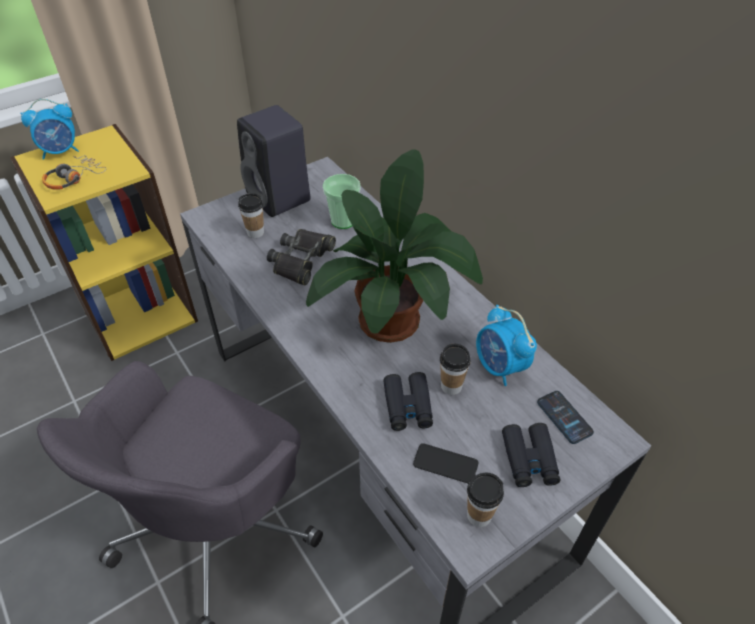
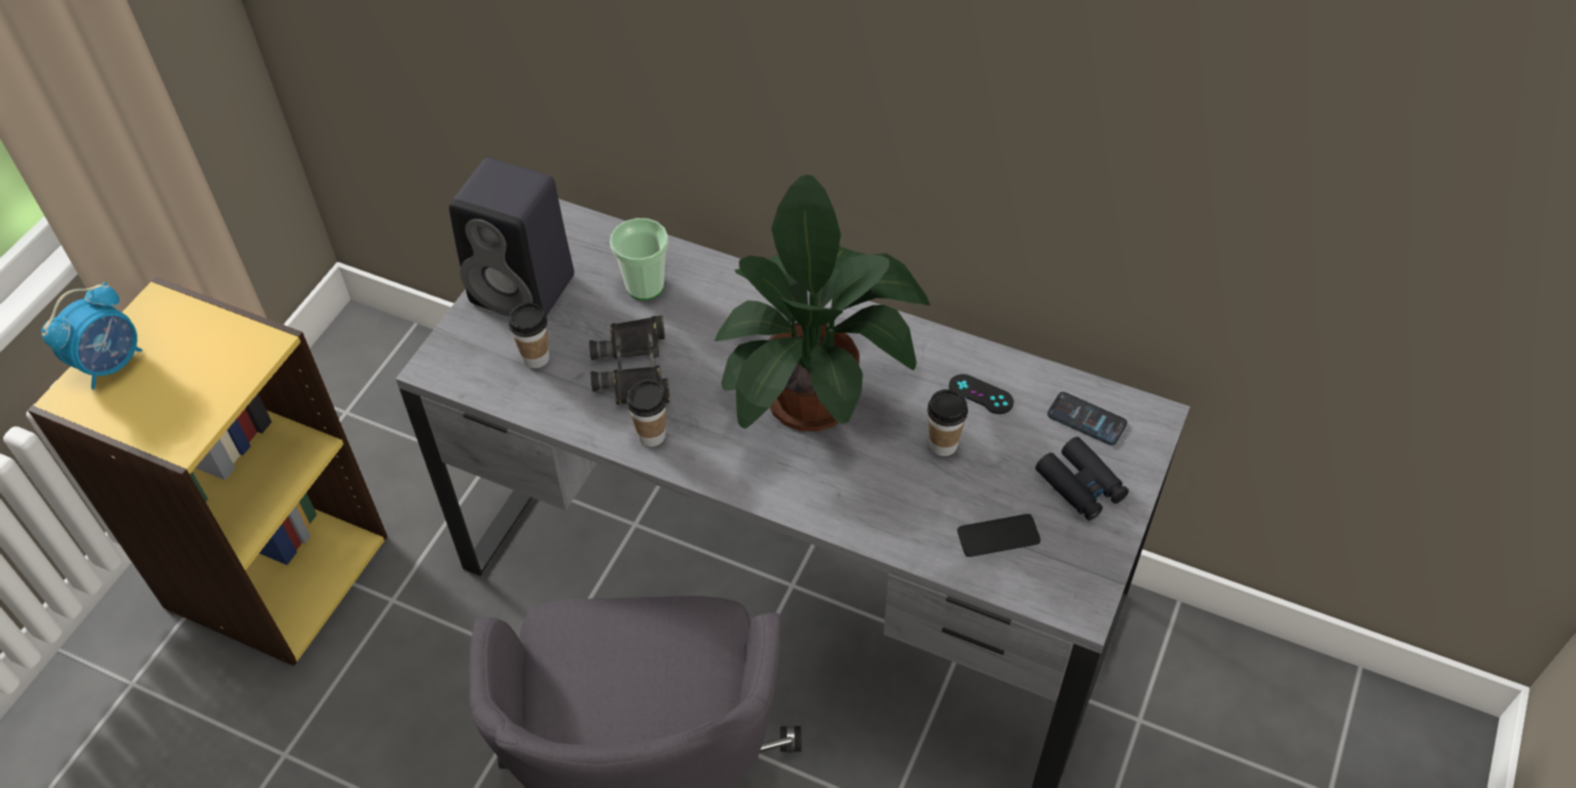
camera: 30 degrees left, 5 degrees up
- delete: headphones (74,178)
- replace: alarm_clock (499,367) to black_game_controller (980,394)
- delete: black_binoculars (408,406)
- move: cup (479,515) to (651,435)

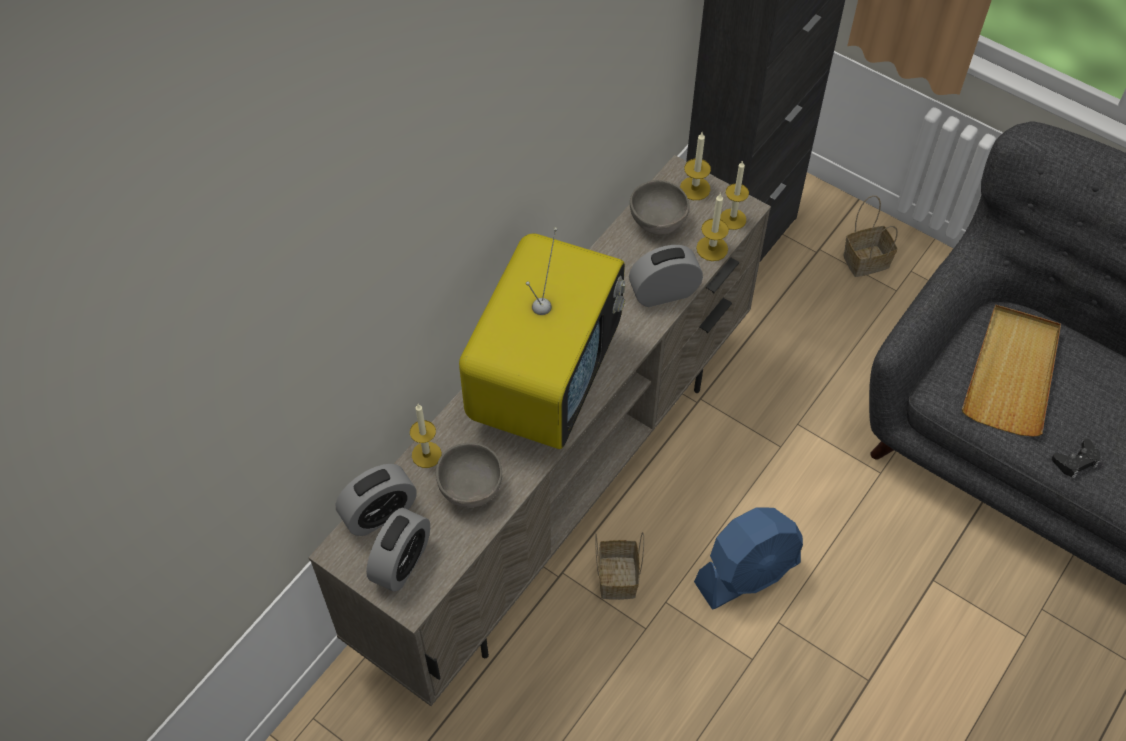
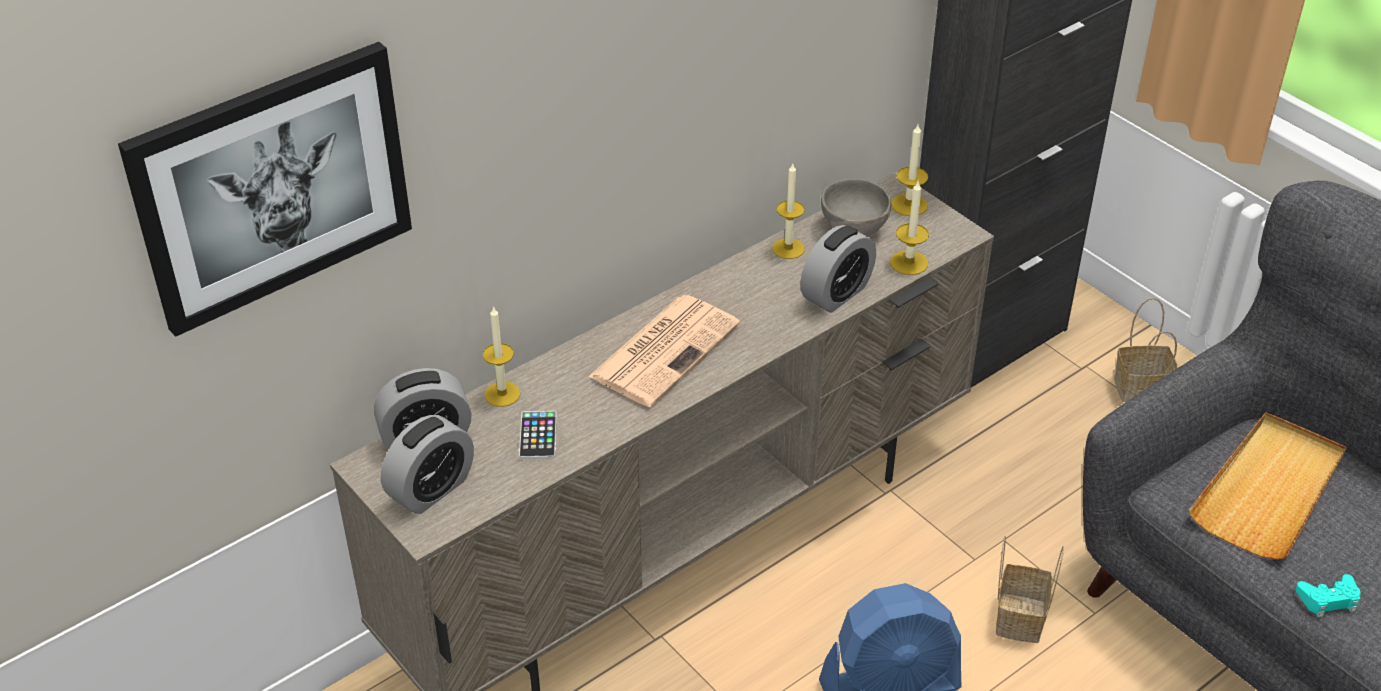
camera: 15 degrees right, 15 degrees down
- move: candle (732,219) to (788,248)
- replace: television (544,379) to newspaper (665,349)
- rotate: alarm_clock (664,292) = (836,294) 135 degrees clockwise
- recolor: black_game_controller (1075,461) to turquoise_game_controller (1328,599)
- replace: grey_bowl (470,489) to phone (538,436)
- move: basket (616,576) to (1019,616)
- insert: picture (272,186)

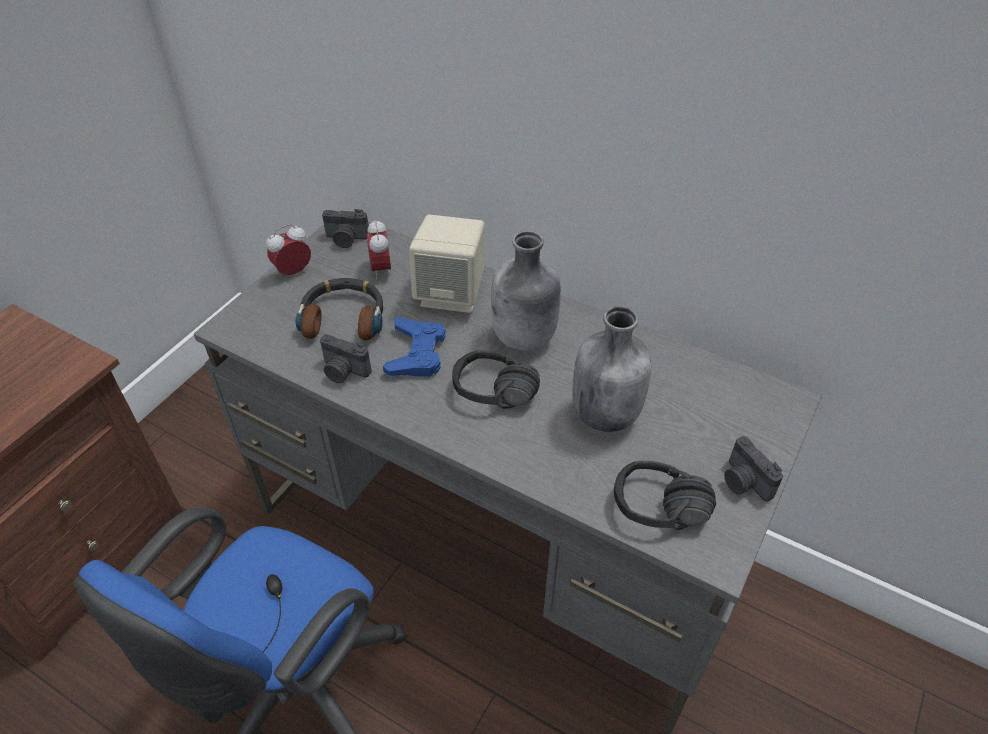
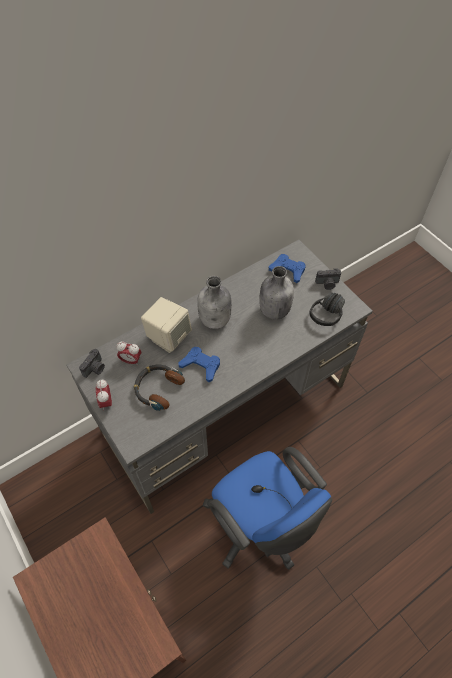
camera: 65 degrees left, 10 degrees up
- delete: photo_camera (343,371)
- delete: black_headphones (491,401)
- insert: blue_game_controller (288,270)

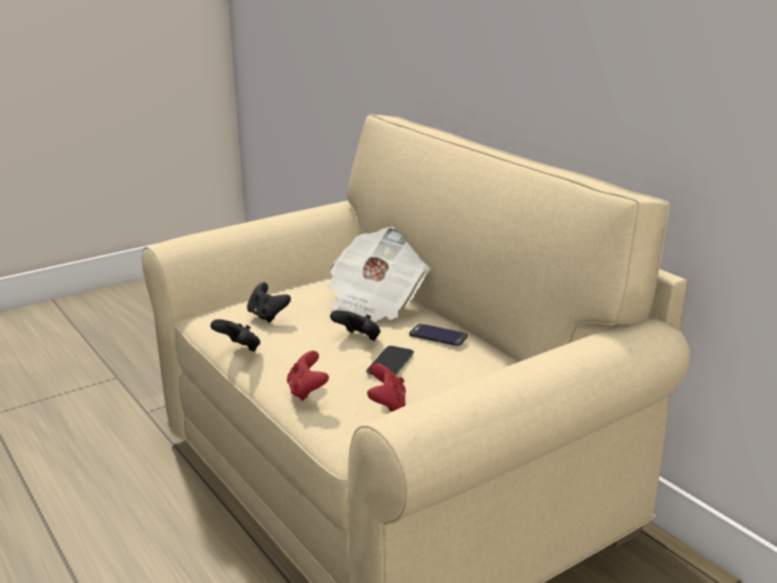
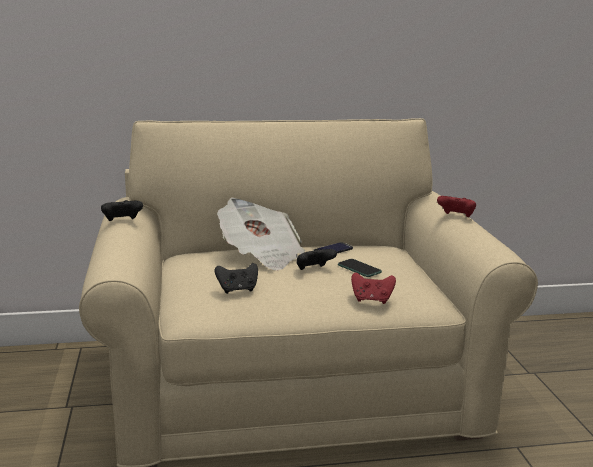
camera: 65 degrees left, 5 degrees down
- move: black_game_controller (239,349) to (122,221)
- move: red_game_controller (387,404) to (456,217)

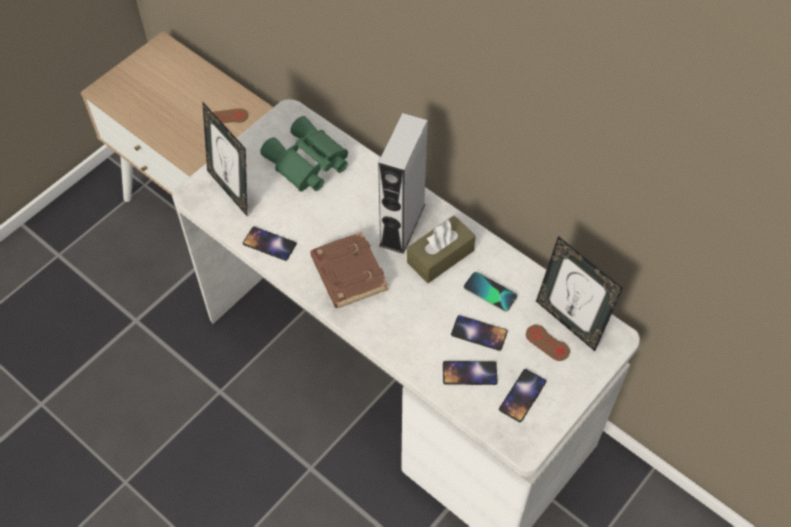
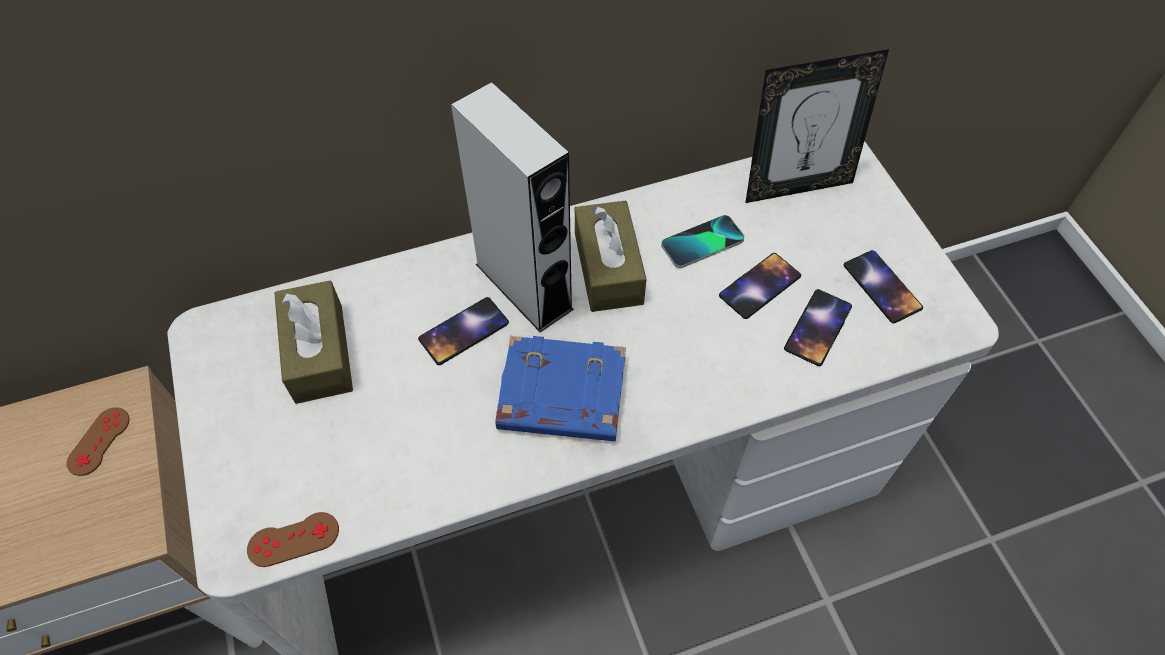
camera: 60 degrees left, 0 degrees up
- delete: picture_frame (232,190)
- replace: green_binoculars (307,163) to brown_tissue_box (319,353)
- move: phone (269,244) to (464,331)
- recolor: brown_book (347,273) to blue_book (560,396)
- move: brown_game_controller (547,343) to (293,539)

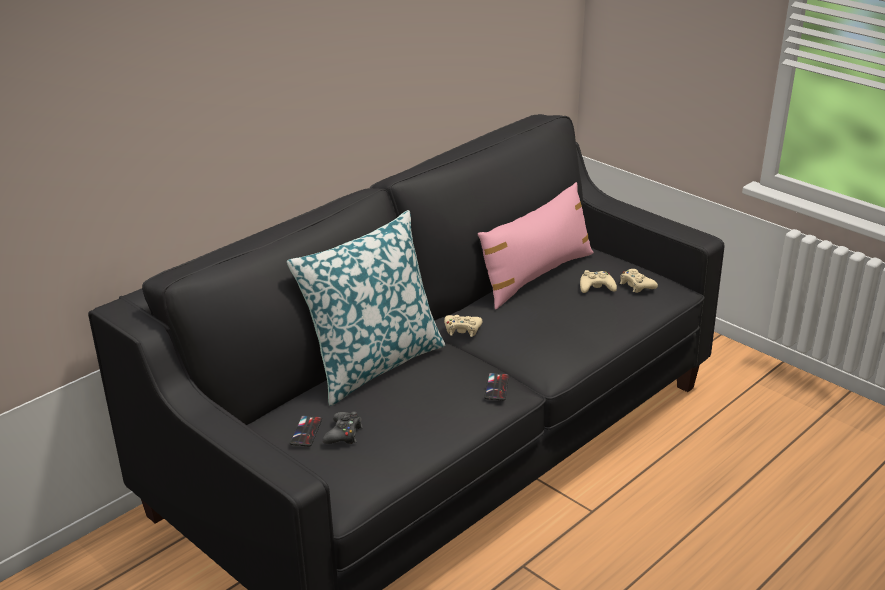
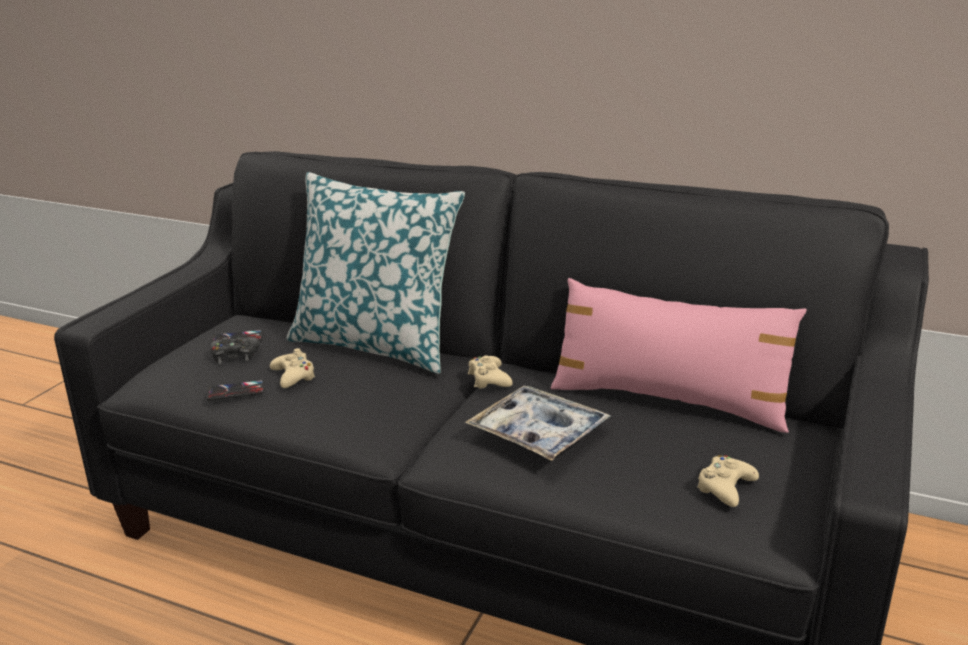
camera: 70 degrees right, 5 degrees down
- move: beige_game_controller (596,287) to (294,376)
- move: phone (496,387) to (235,391)
- insert: tray (538,433)

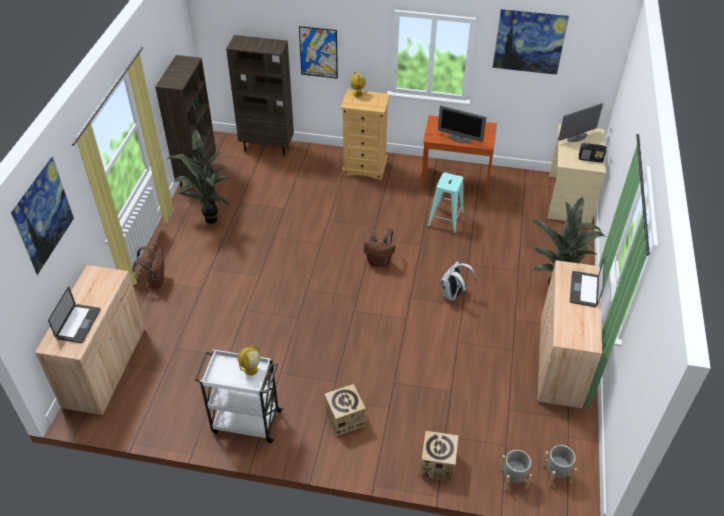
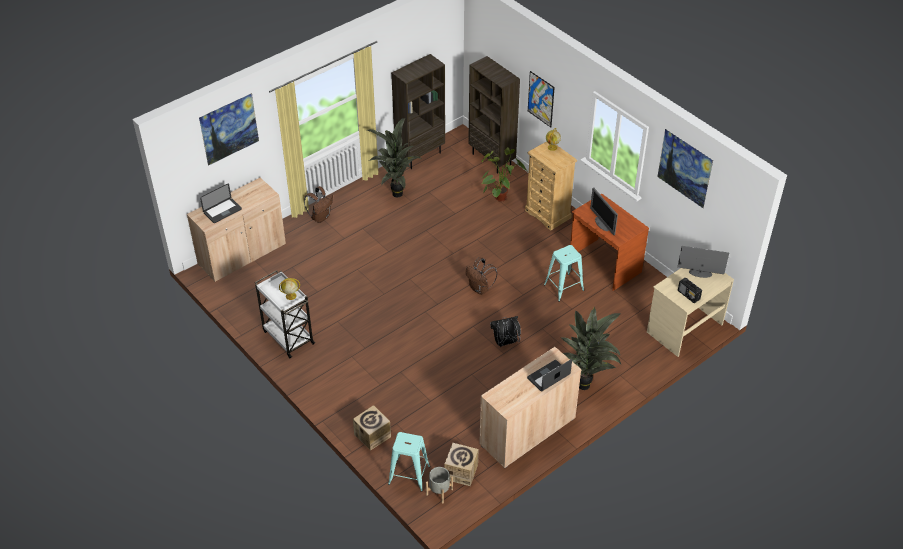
camera: 40 degrees right, 0 degrees up
- recolor: white_backpack (453,295) to black_backpack (505,343)
- move: cardboard_box (345,418) to (461,472)
- replace: grey_planter (513,478) to turquoise_stool (409,475)
- insert: potted_plant (499,194)

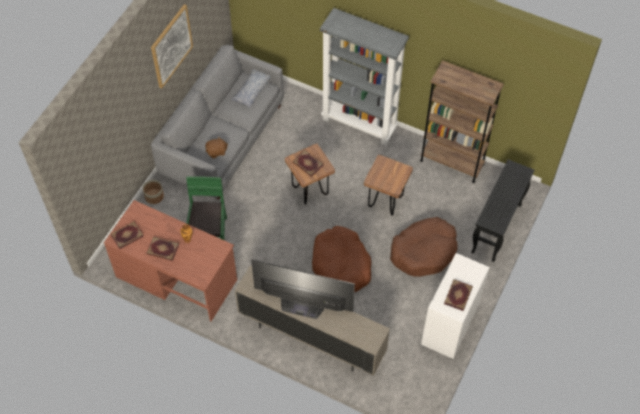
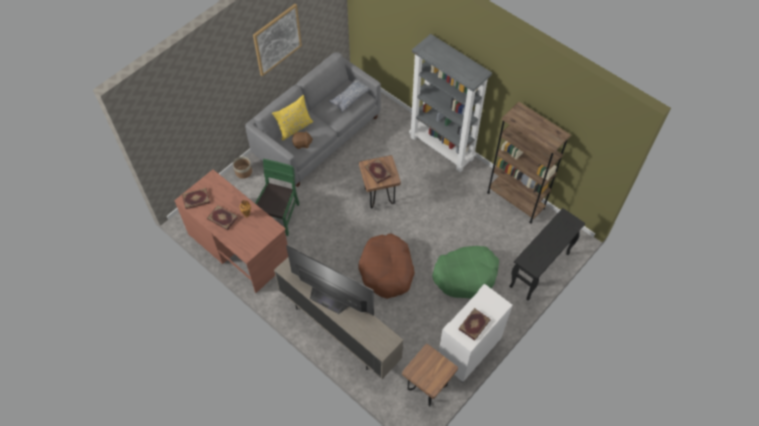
camera: 15 degrees right, 0 degrees up
- move: brown_stool (385,202) to (427,388)
- recolor: brown_dog_bed (423,251) to green_dog_bed (465,275)
- insert: yellow_pillow (294,128)

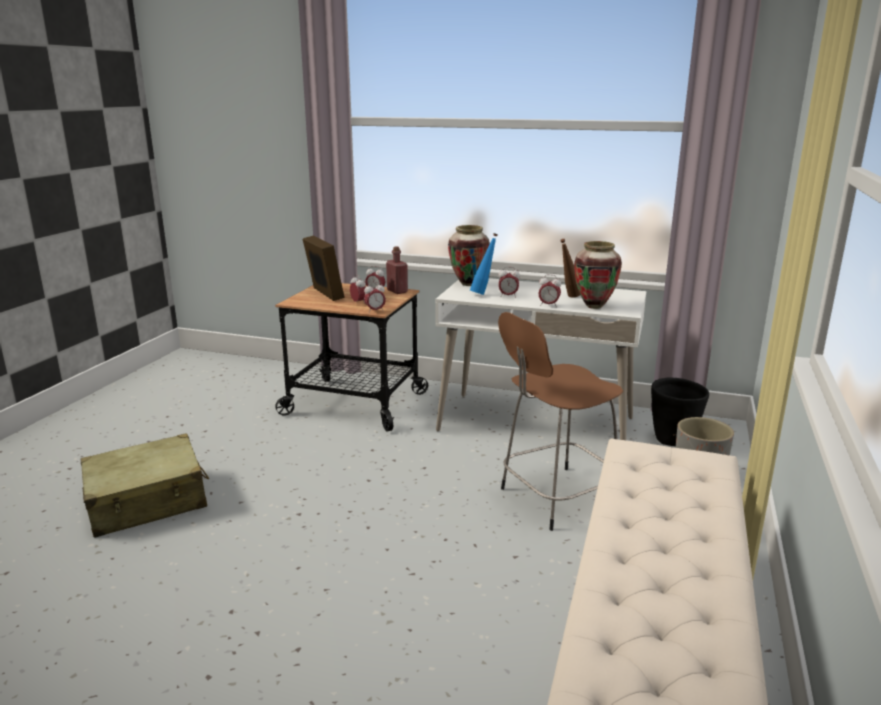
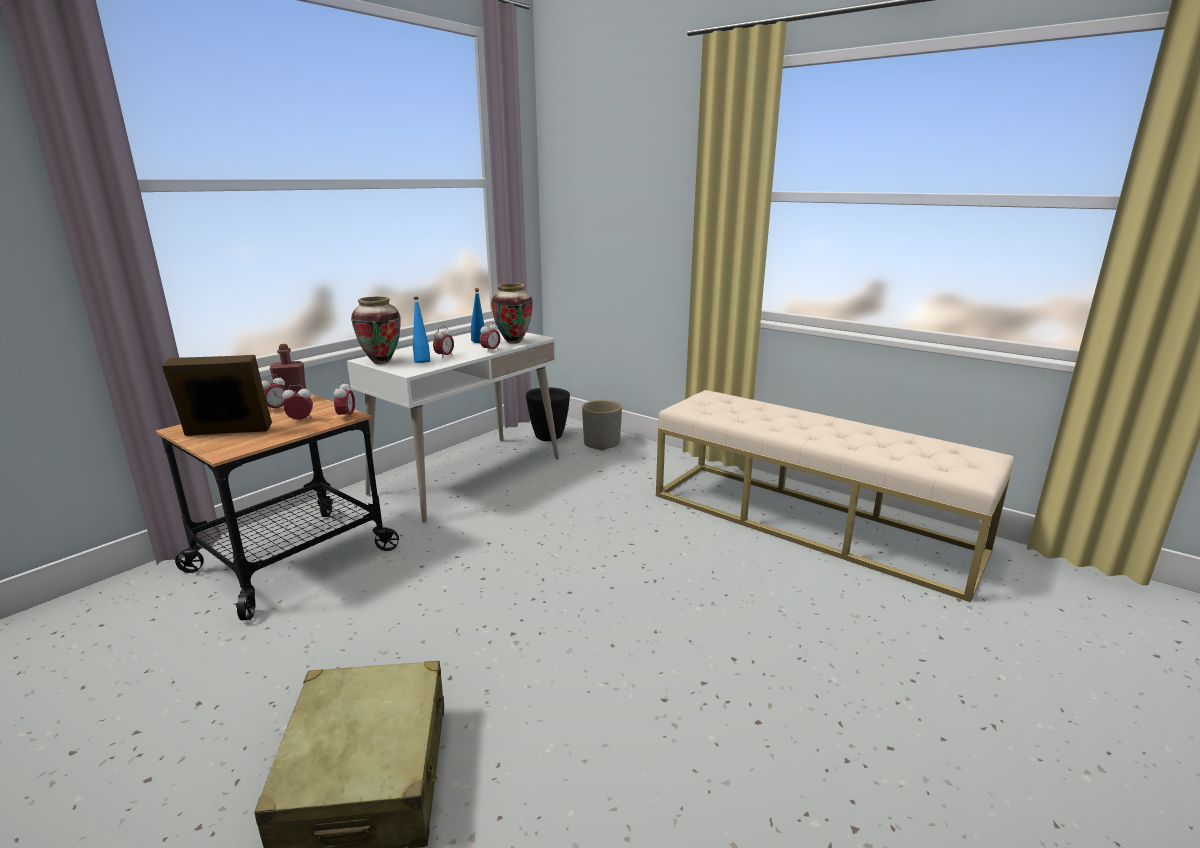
camera: 70 degrees left, 0 degrees up
- recolor: brown_bottle (568,297) to blue_bottle (479,343)
- delete: brown_stool (555,498)

